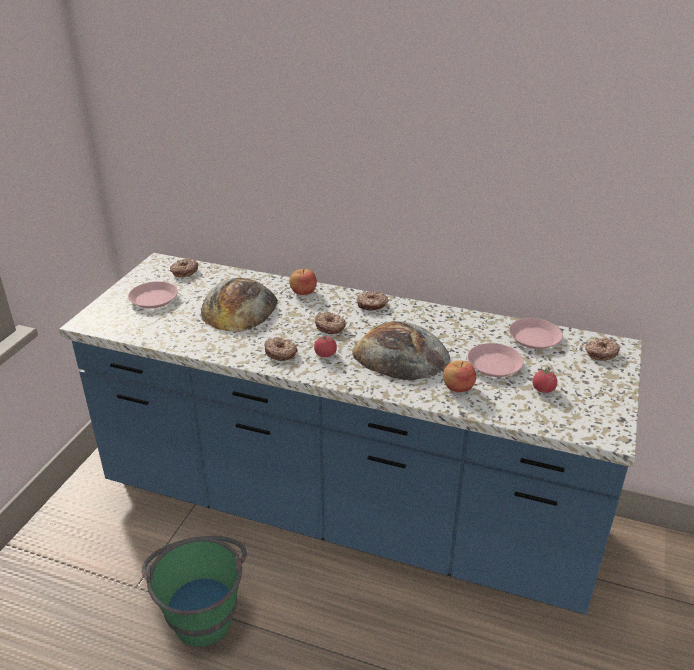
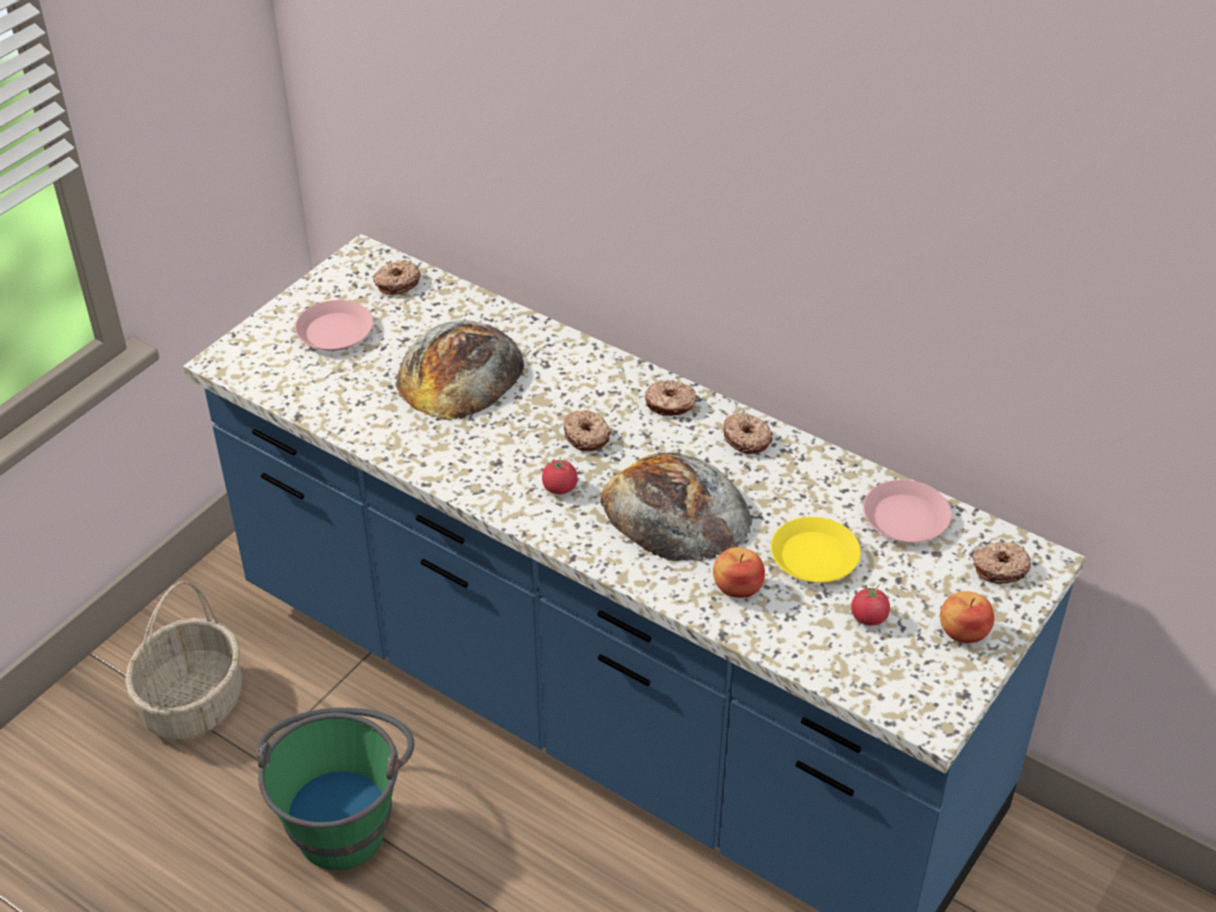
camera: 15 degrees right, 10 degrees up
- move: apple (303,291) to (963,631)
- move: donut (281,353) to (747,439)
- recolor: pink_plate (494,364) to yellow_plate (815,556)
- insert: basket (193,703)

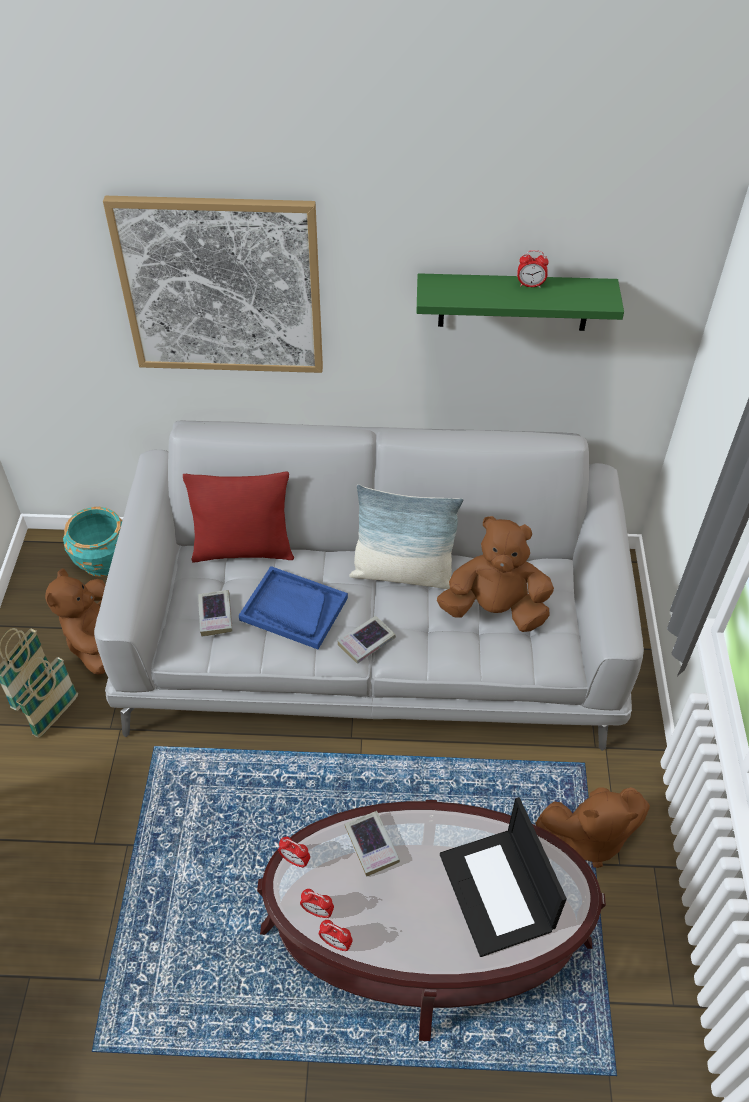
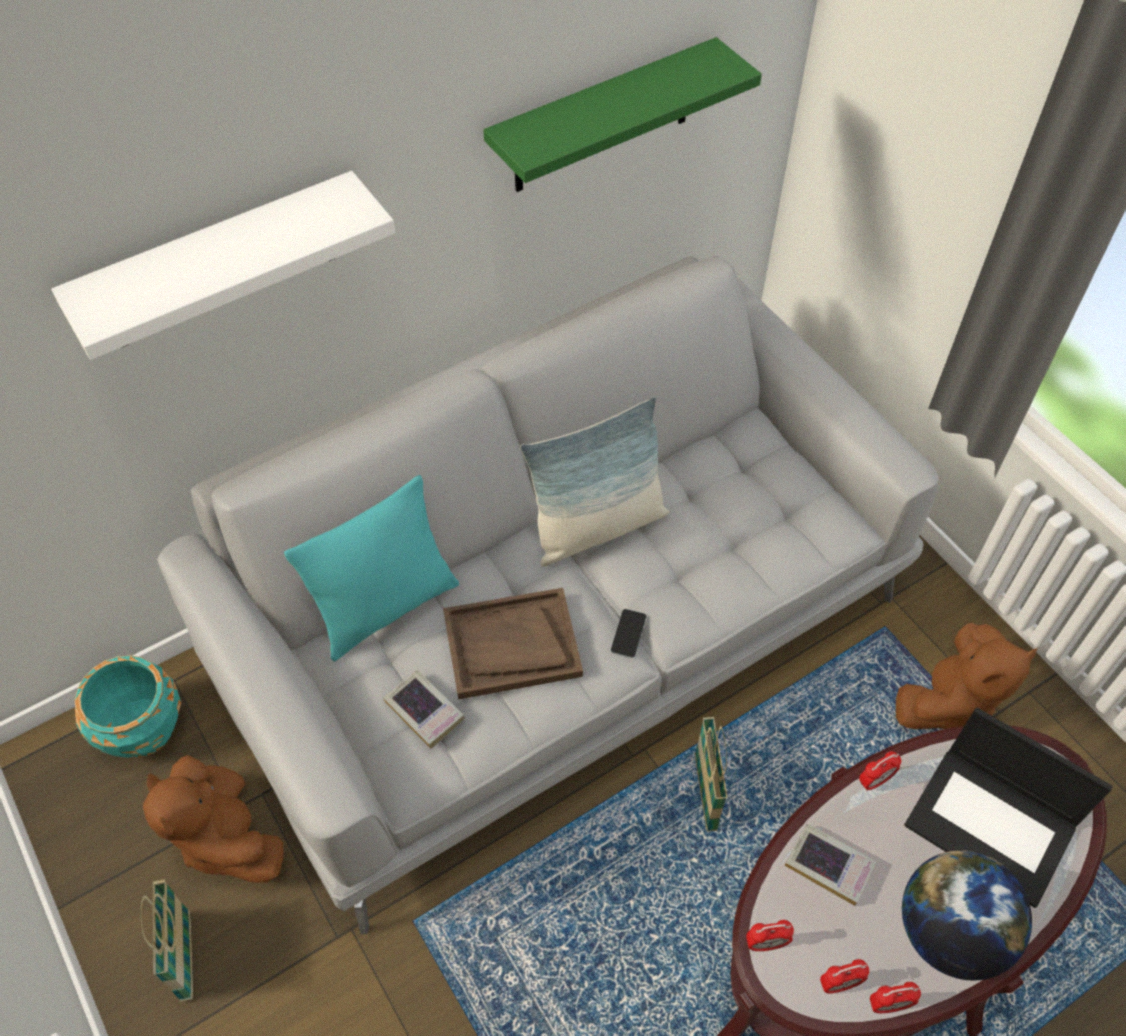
camera: 35 degrees left, 5 degrees up
- replace: picture (221,287) to white_shelf (219,264)
- move: alarm_clock (530,285) to (874,781)
- recolor: red_pillow (243,550) to turquoise_pillow (386,608)
- delete: brown_plush_toy (494,610)
- recolor: blue_tray (293,609) to brown_tray (511,645)
- replace: book (366,642) to phone (628,633)
- move: basket (56,715) to (705,793)
- insert: globe (949,932)

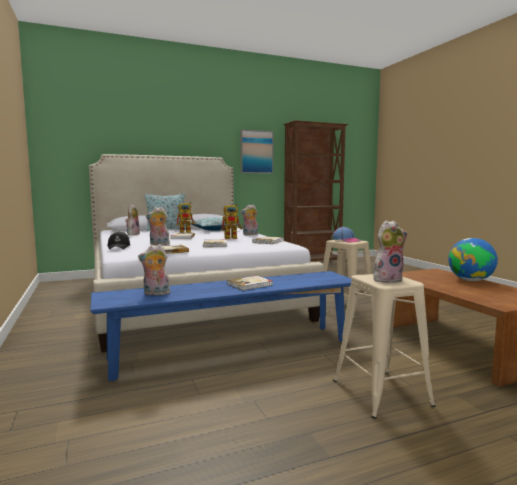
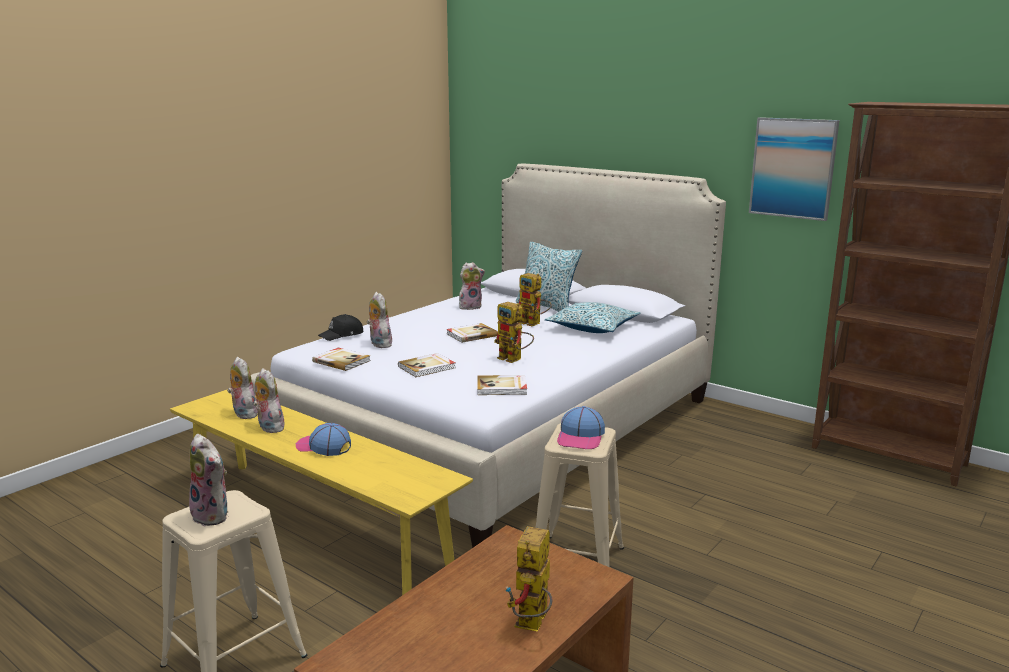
camera: 60 degrees right, 10 degrees up
- move: plush_toy (250,234) to (269,427)
- replace: globe (471,280) to toy_robot (532,625)
- recolor: blue_bench (233,350) to yellow_bench (314,522)
- replace: book (250,284) to cap (323,446)

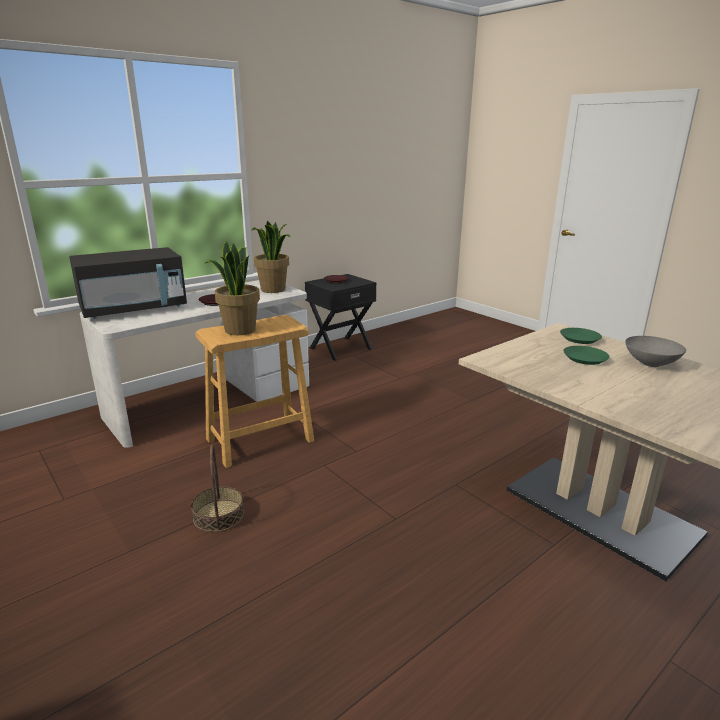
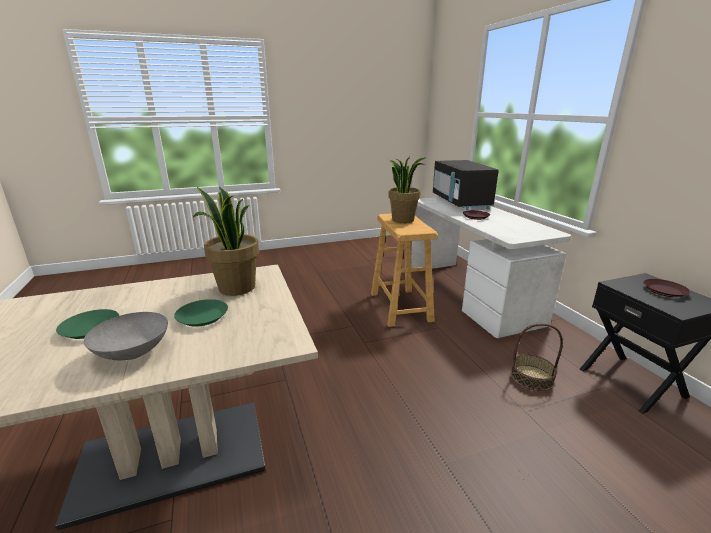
camera: 110 degrees right, 0 degrees up
- move: potted_plant (273,290) to (236,288)
- move: green_plate (580,339) to (90,328)
- move: basket (218,515) to (531,377)

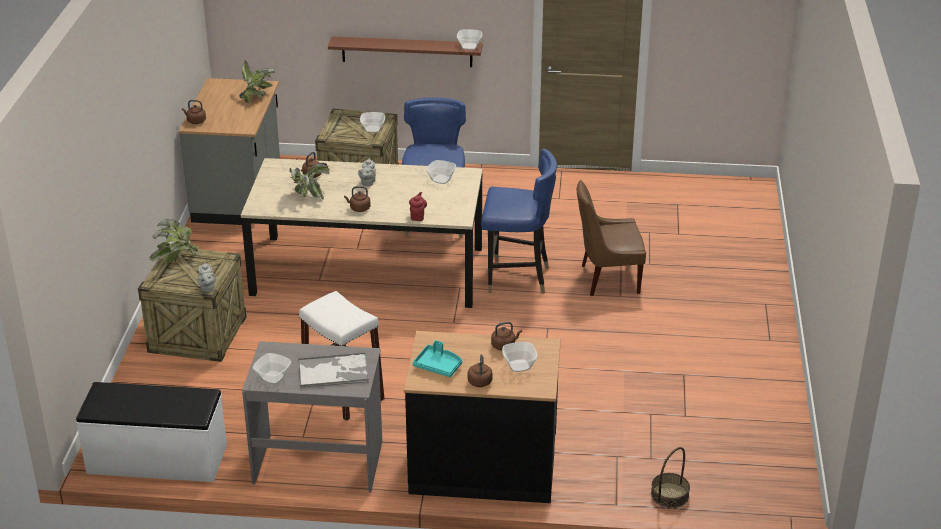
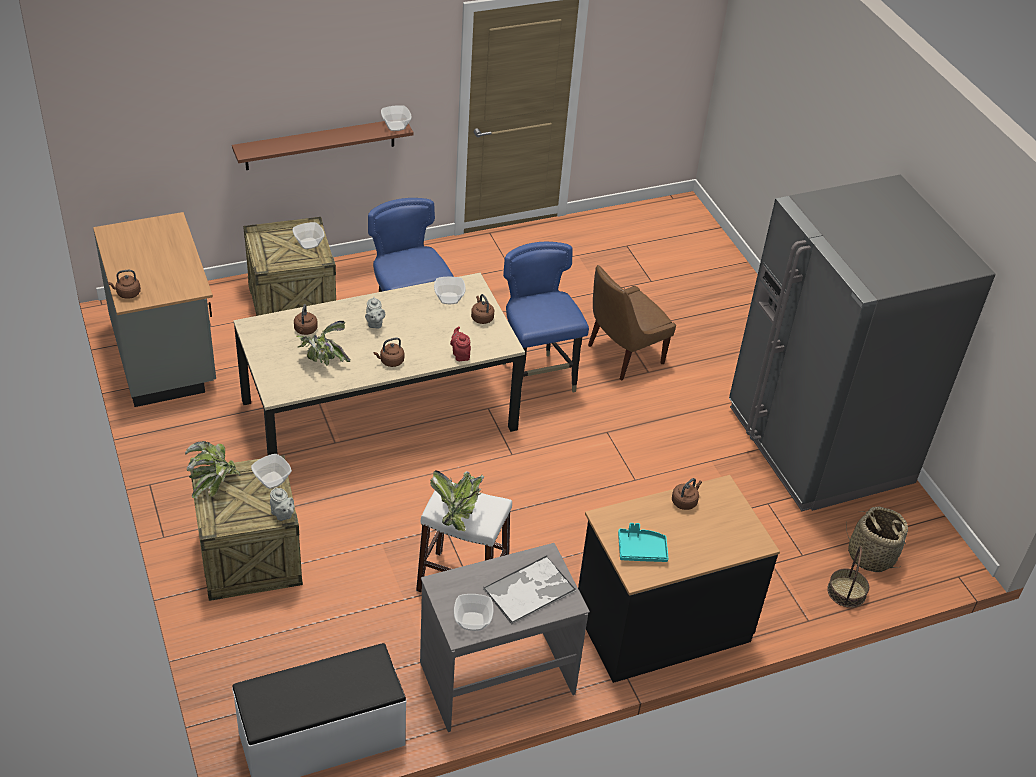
camera: 30 degrees left, 10 degrees up
- move: potted_plant (257,97) to (457,511)
- rotate: blue_chair (516,278) = (536,379) 90 degrees counterclockwise
- move: bowl (520,366) to (273,480)
- move: brown_kettle (480,381) to (481,318)
- insert: grey_fridge (819,445)
- insert: basket (871,555)

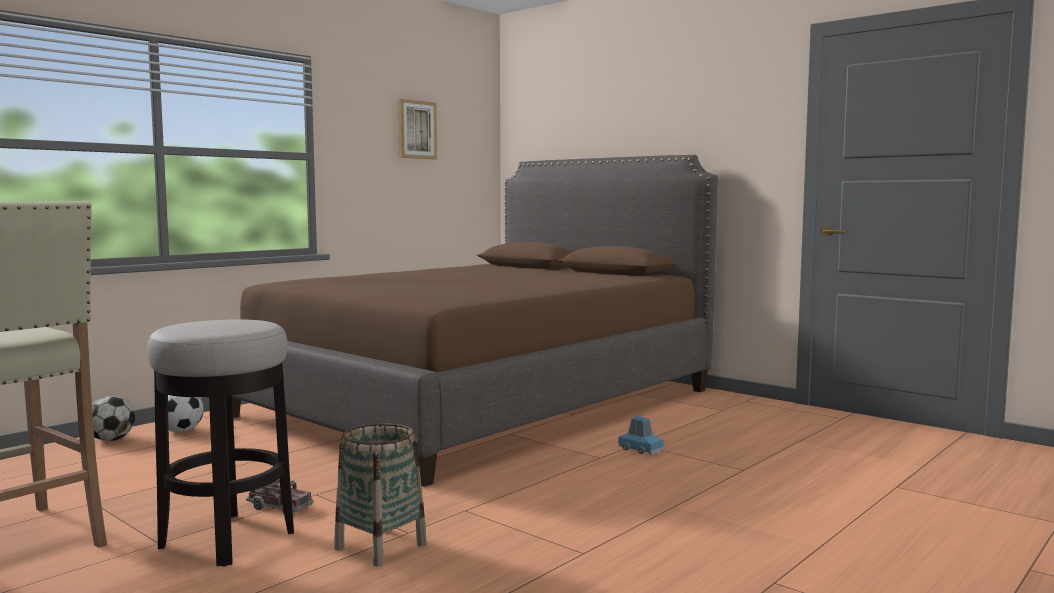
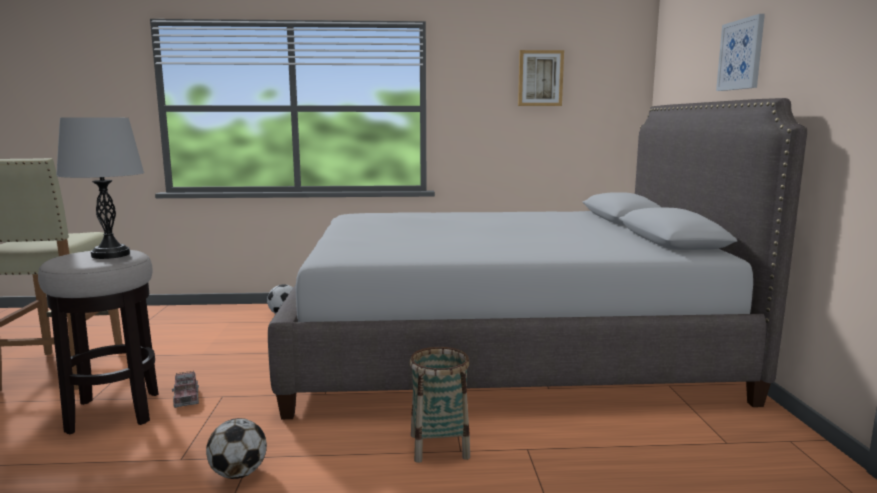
camera: 45 degrees right, 5 degrees up
- recolor: brown_bed (482,403) to grey_bed (502,349)
- move: football (111,440) to (238,473)
- delete: blue_toy_car (641,449)
- move: basket (381,546) to (439,446)
- insert: picture (741,54)
- insert: grey_table_lamp (110,255)

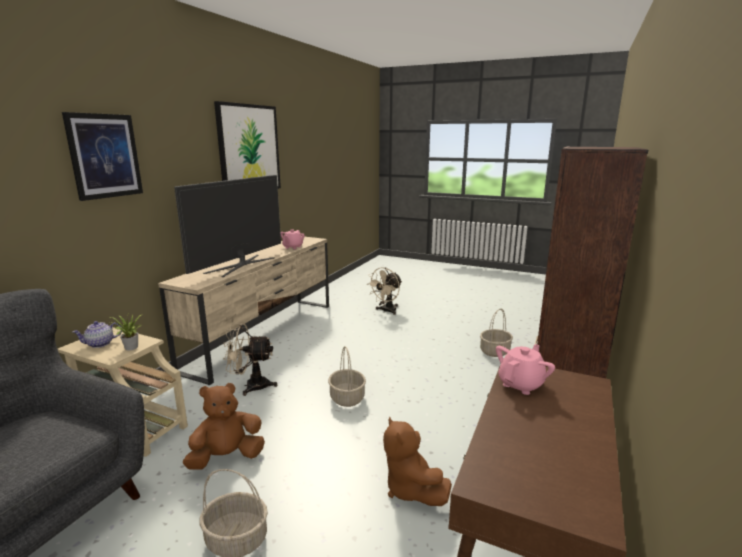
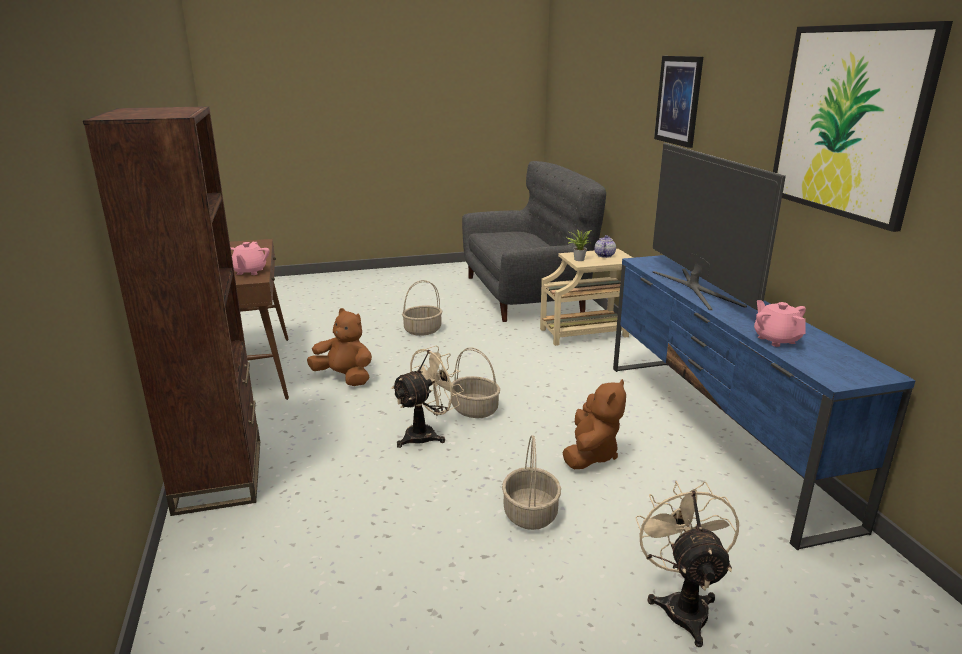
camera: 140 degrees right, 5 degrees up
- recolor: beige_tv_stand (264,334) to blue_tv_stand (715,435)
- move: basket (495,351) to (530,513)
- move: beige_fan (251,386) to (427,434)
- move: brown_plush_toy (227,457) to (591,454)

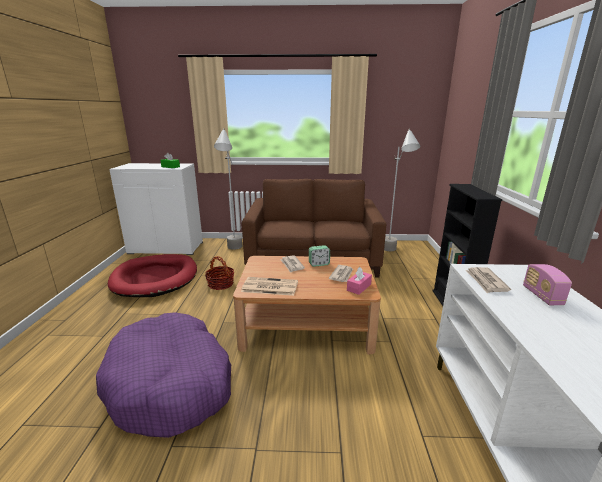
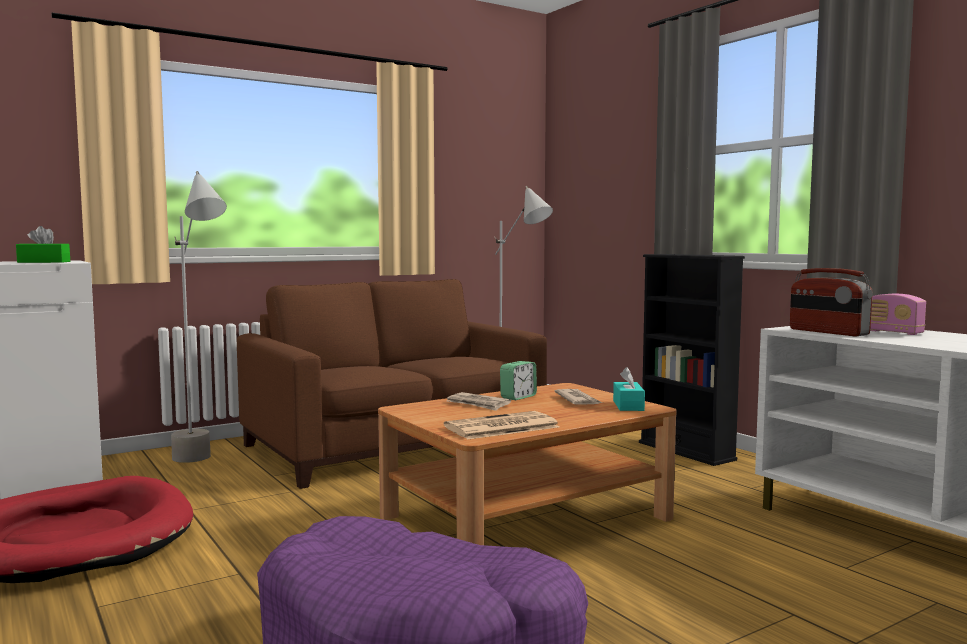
camera: 35 degrees left, 15 degrees down
- delete: basket (221,284)
- recolor: pink_tissue_box (359,287) to turquoise_tissue_box (628,405)
- replace: newspaper (486,282) to radio (827,332)

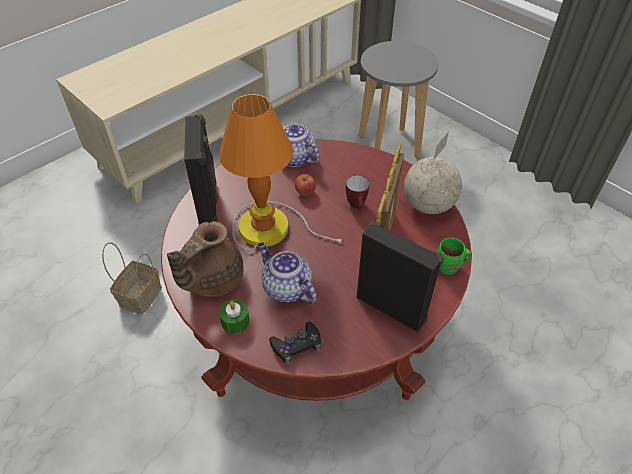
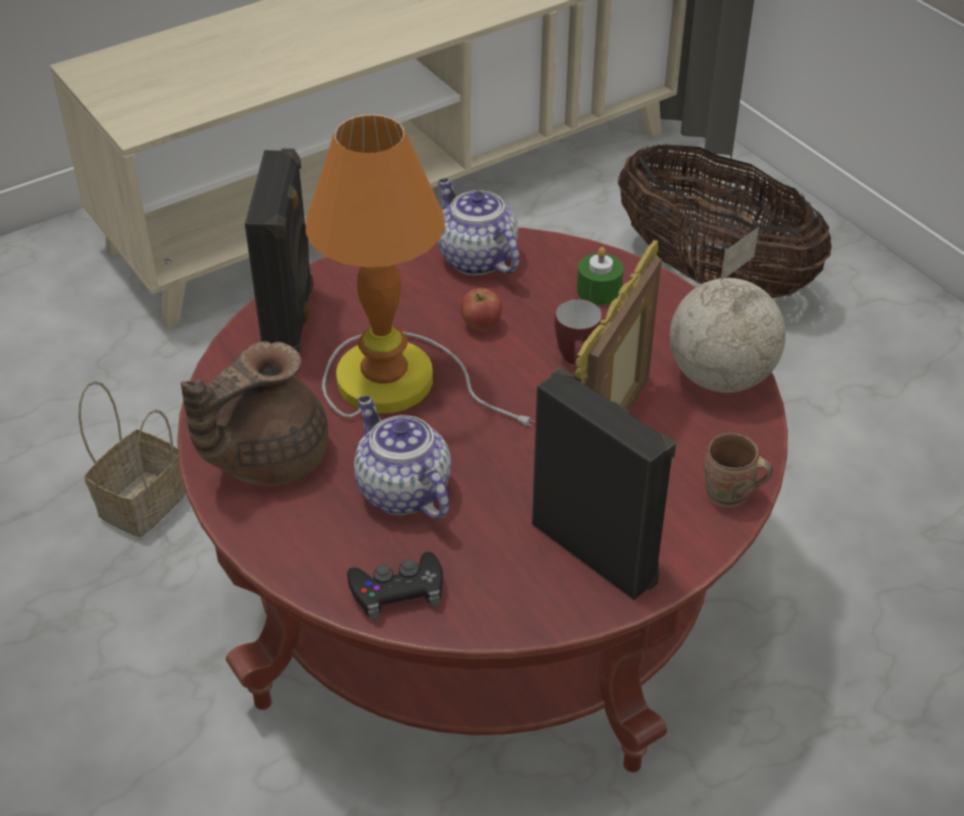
camera: 10 degrees right, 5 degrees down
- replace: grey_stool (389,146) to basket (713,275)
- recolor: green_mug (449,268) to brown_mug (729,496)
- move: green_candle (235,321) to (599,290)

